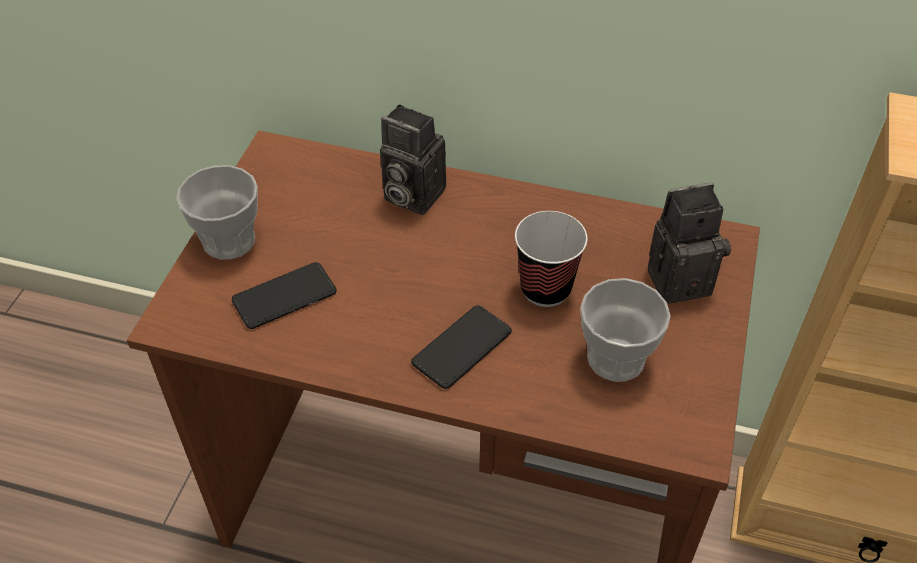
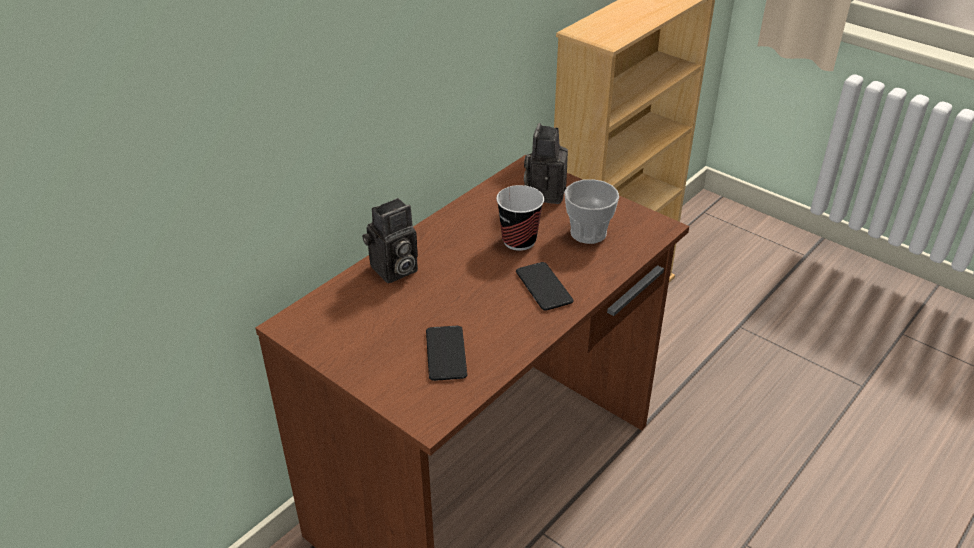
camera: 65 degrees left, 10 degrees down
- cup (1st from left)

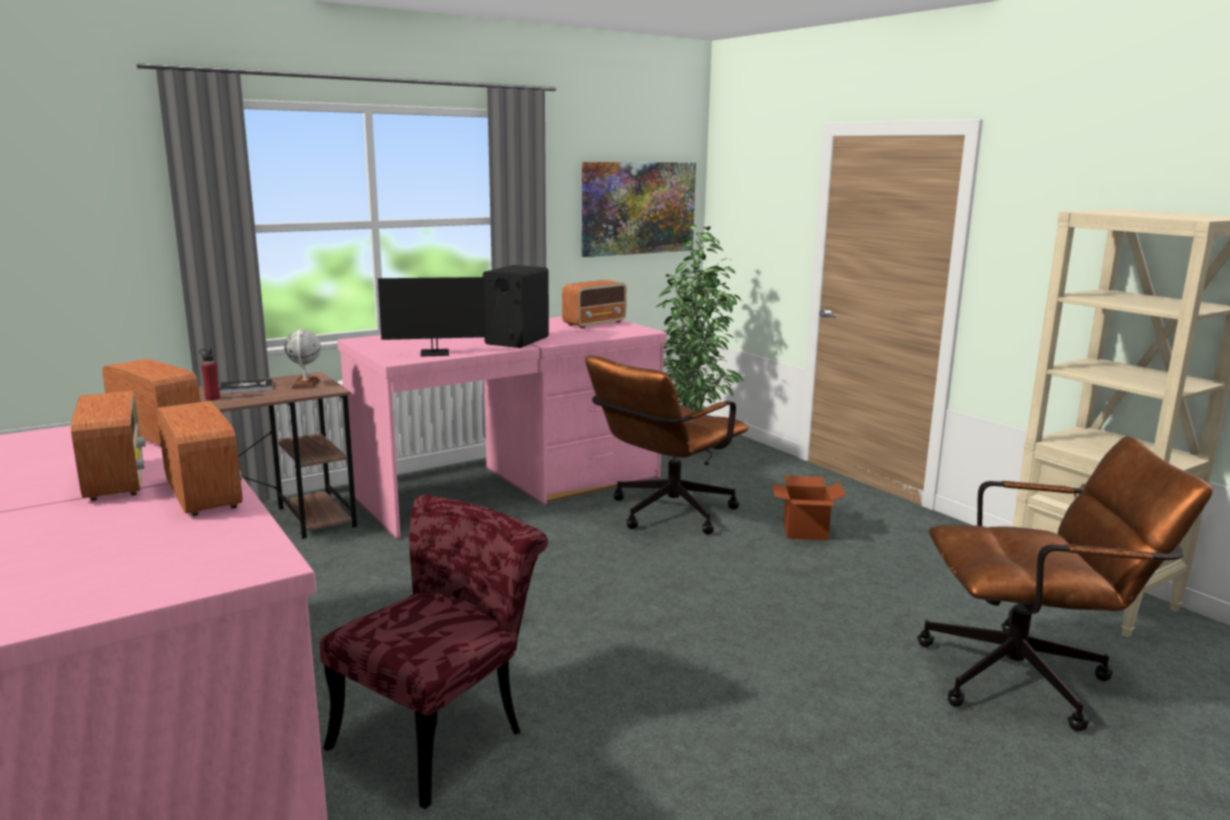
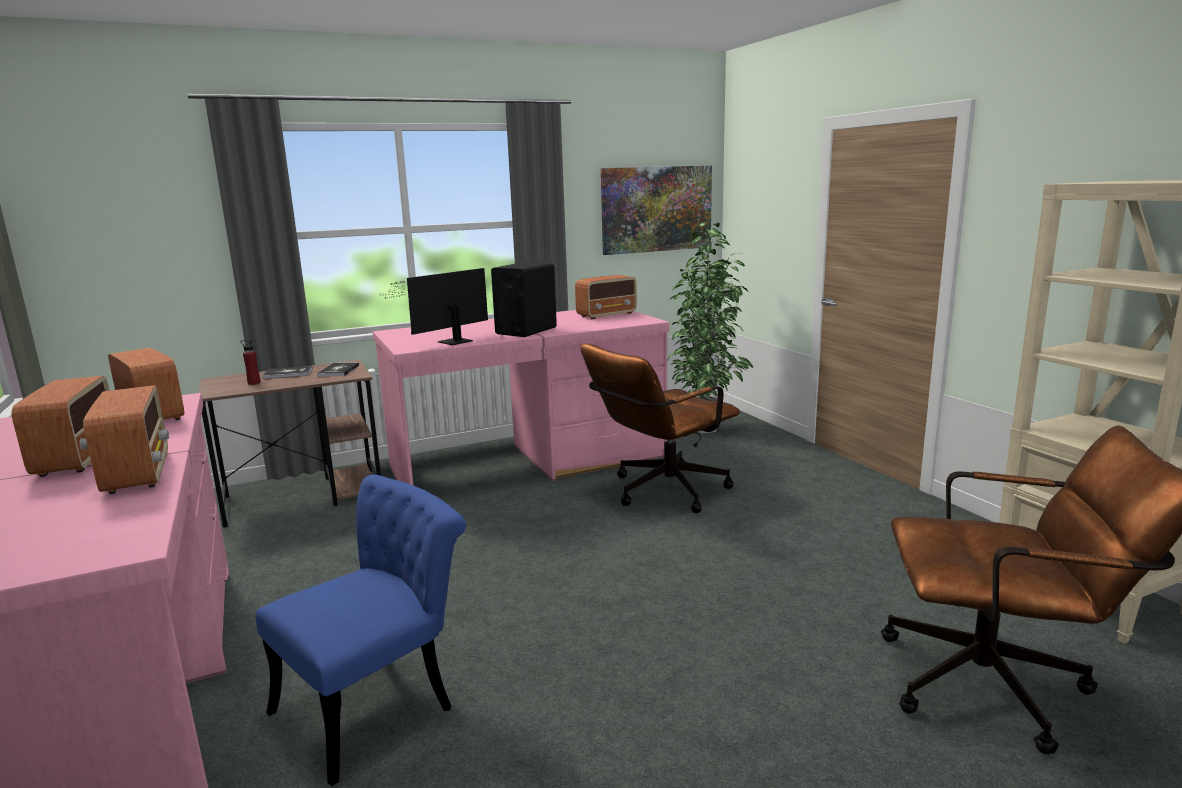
camera: 10 degrees right, 0 degrees up
~ chair (red) to chair (blue)
~ globe to book (2nd from left)
~ monitor 135 degrees clockwise
- cardboard box

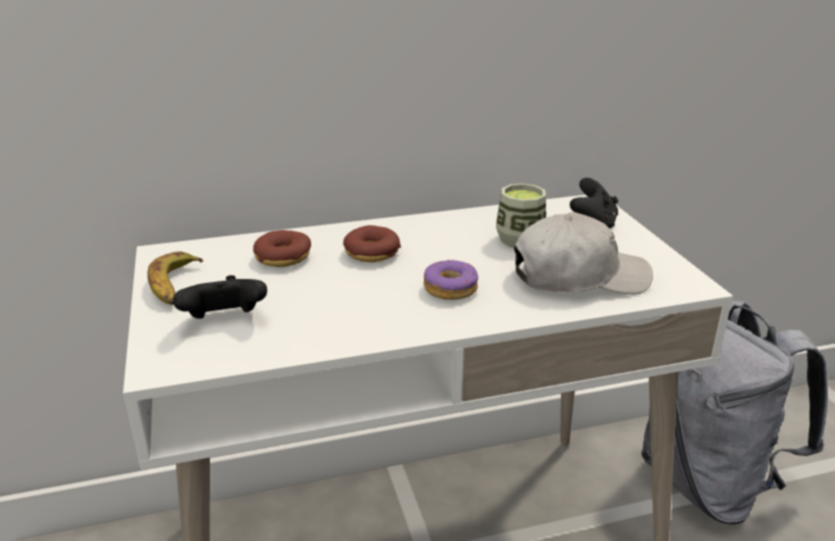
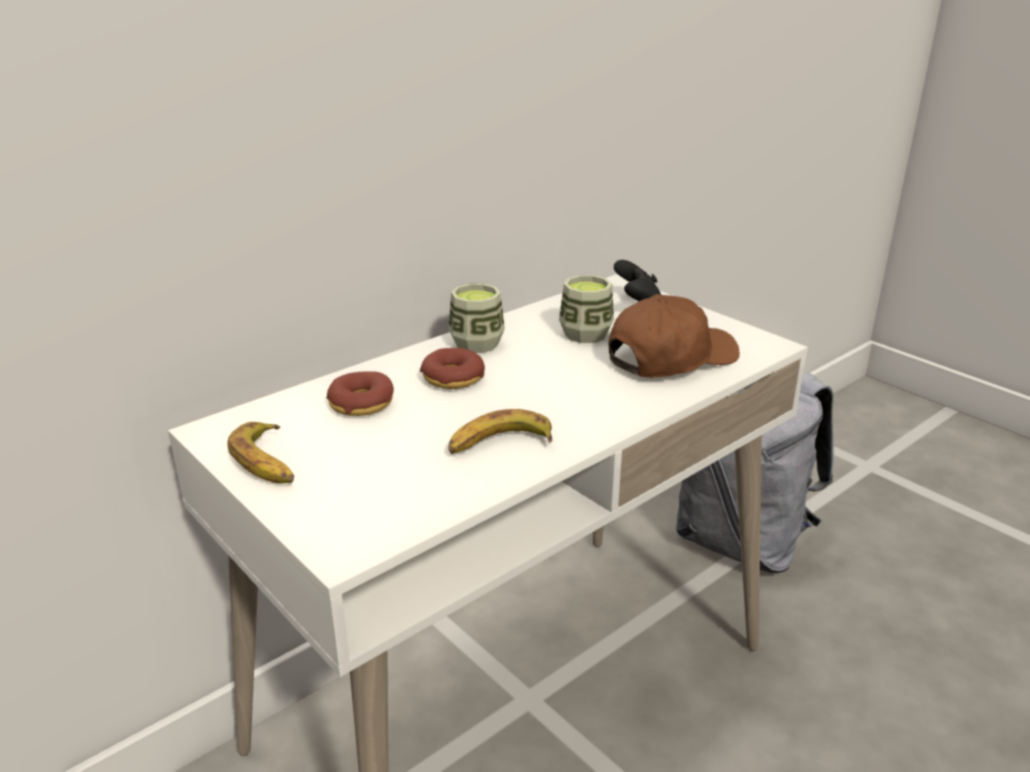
camera: 25 degrees left, 0 degrees up
+ banana (2nd from left)
+ cup (1st from left)
~ cap (white) to cap (brown)
- game controller (black) (1st from left)
- donut (3rd from left)

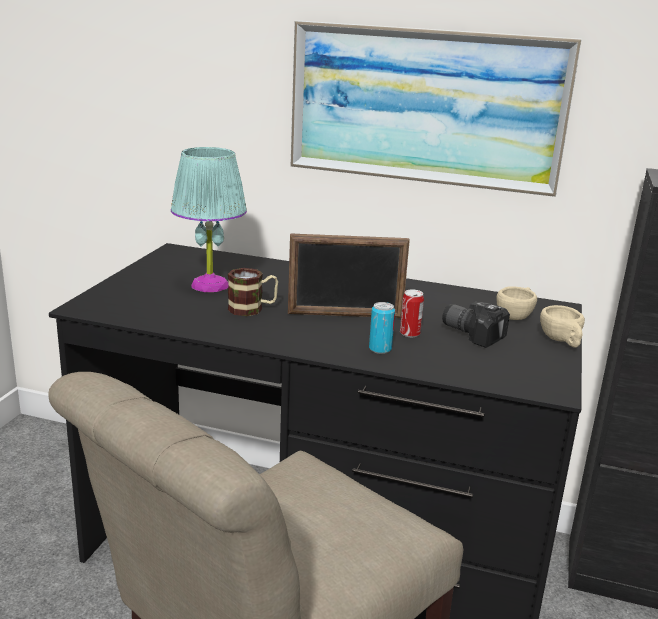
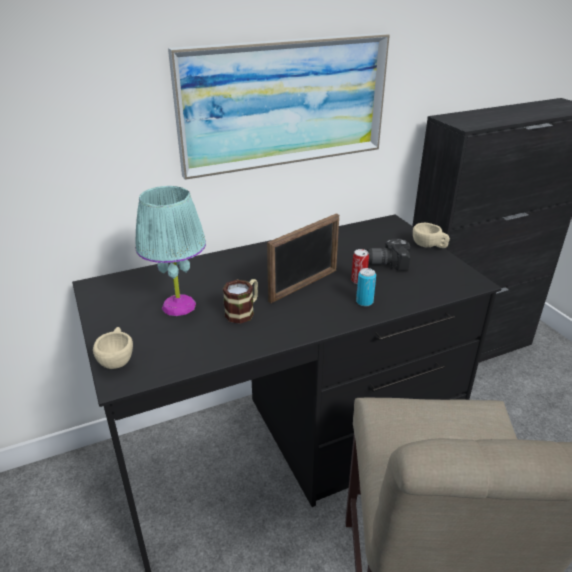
camera: 40 degrees left, 10 degrees up
~ cup (beige) (1st from left)

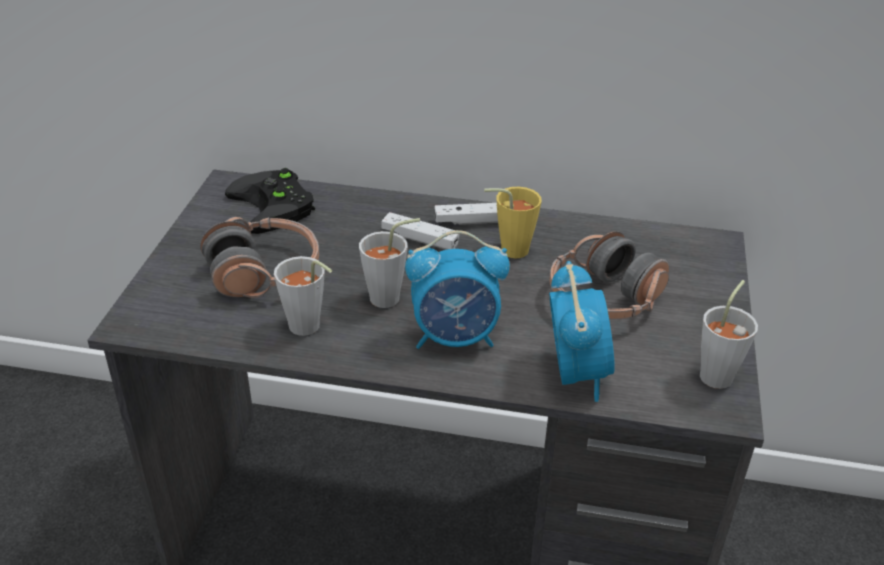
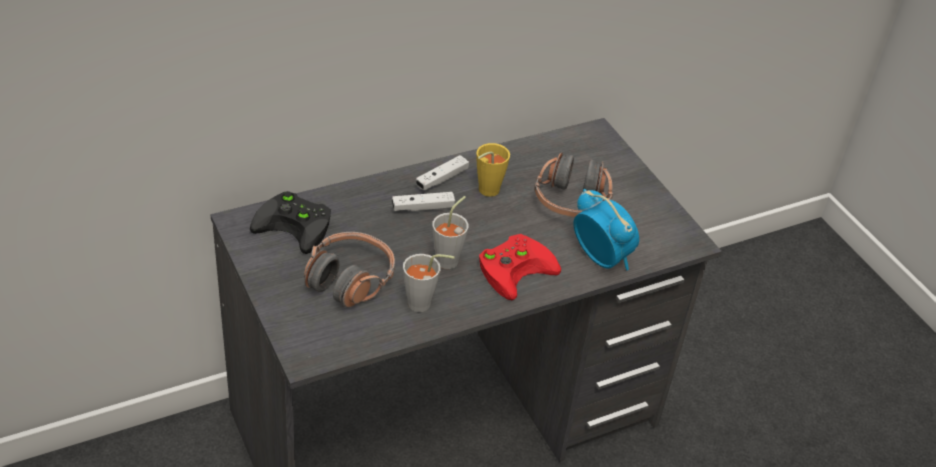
camera: 40 degrees left, 5 degrees up
~ alarm clock (1st from left) to game controller (red)
- cup (grey) (3rd from left)

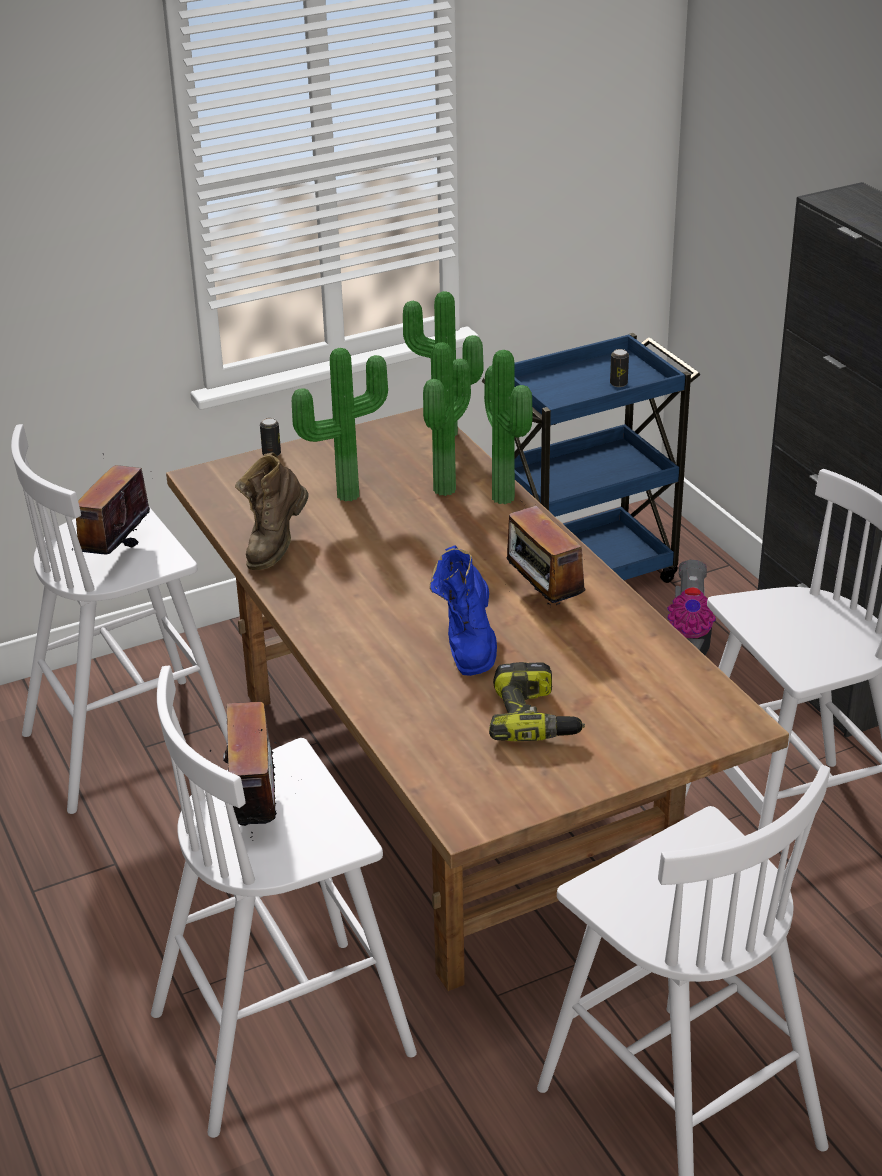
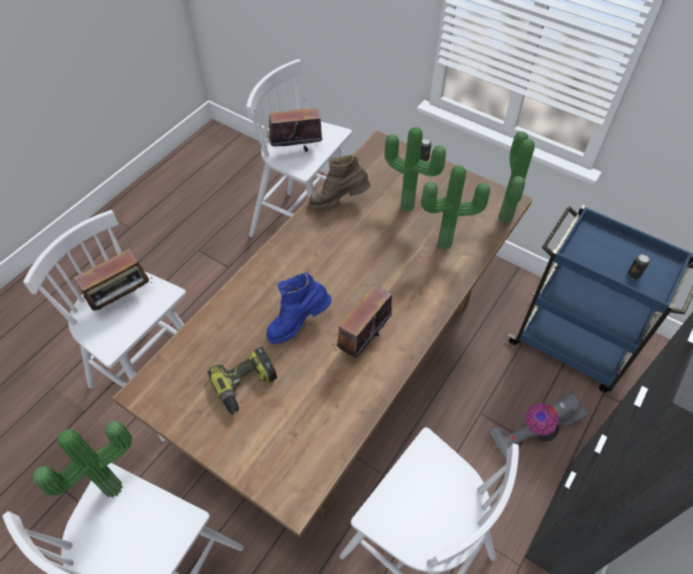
camera: 60 degrees right, 20 degrees up
~ potted plant (4th from left in the first image) to potted plant (1st from left)

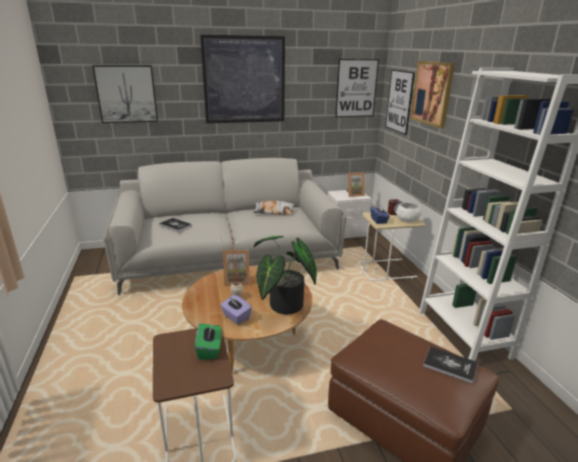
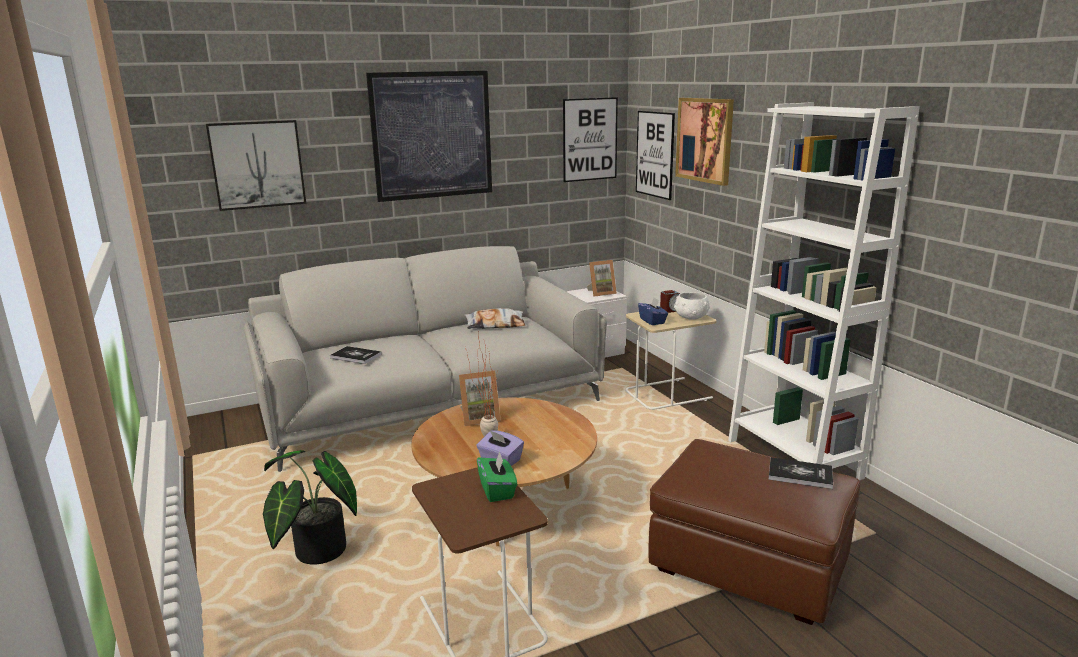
camera: 10 degrees left, 5 degrees down
~ potted plant (2nd from left in the first image) to potted plant (1st from left)

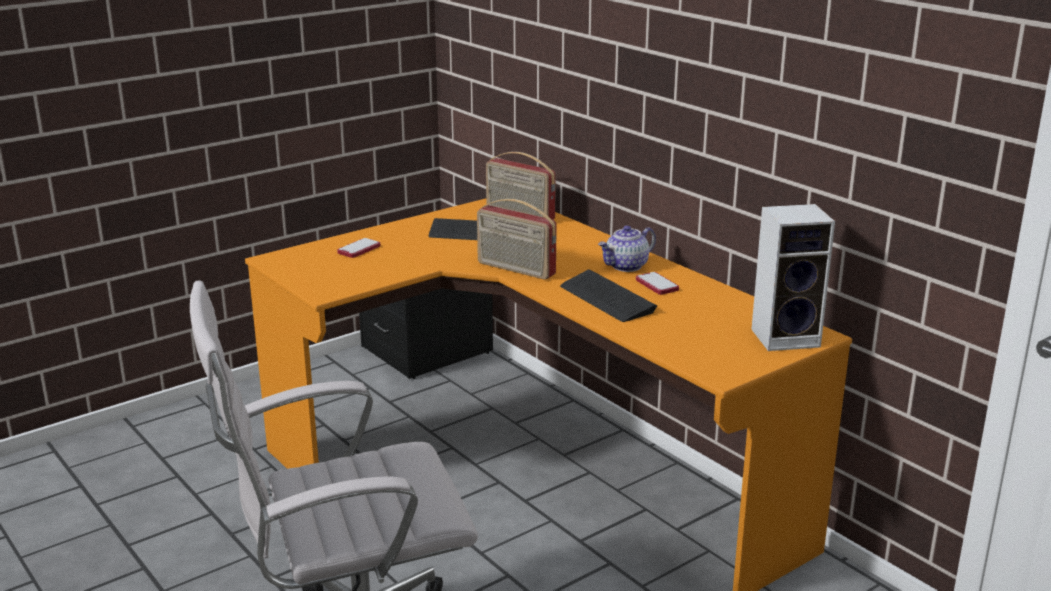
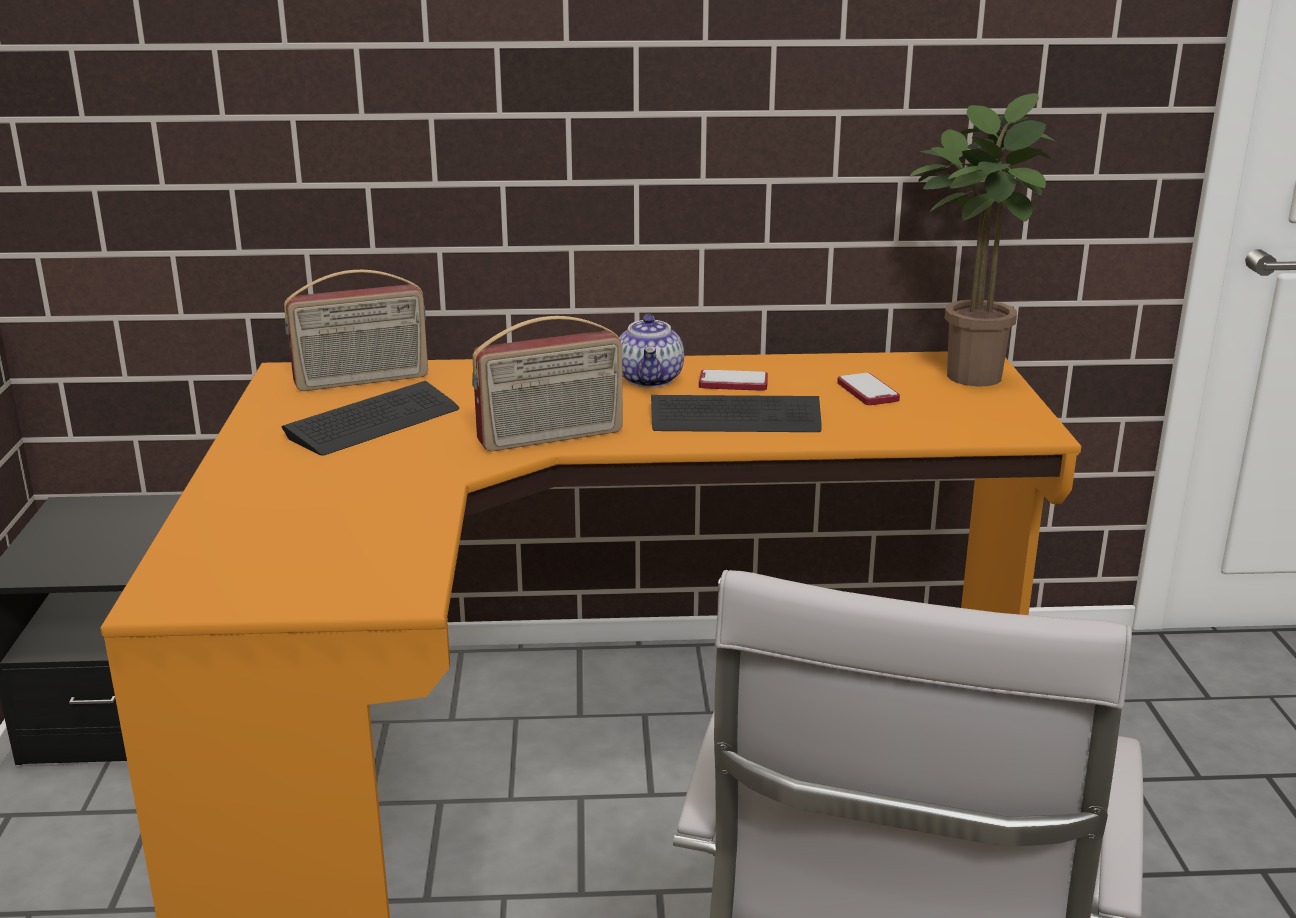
camera: 55 degrees left, 0 degrees up
~ phone (1st from left in the first image) to phone (2nd from left)
~ speaker to potted plant

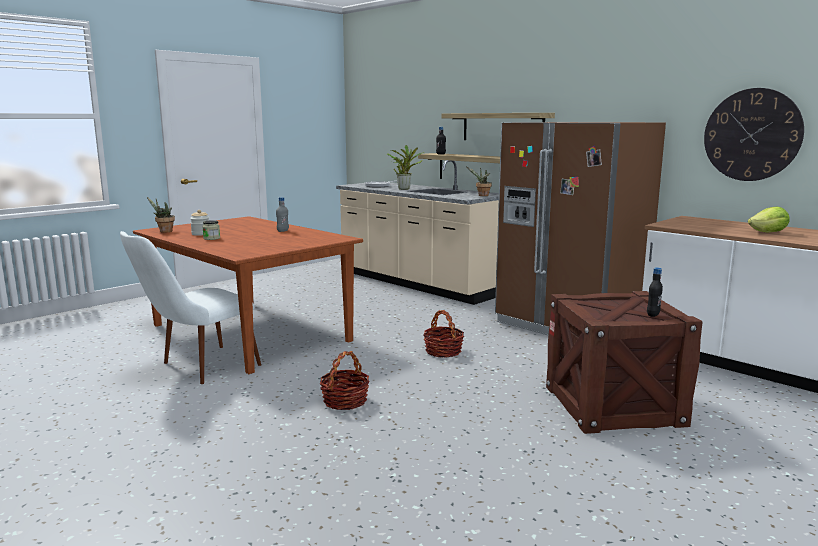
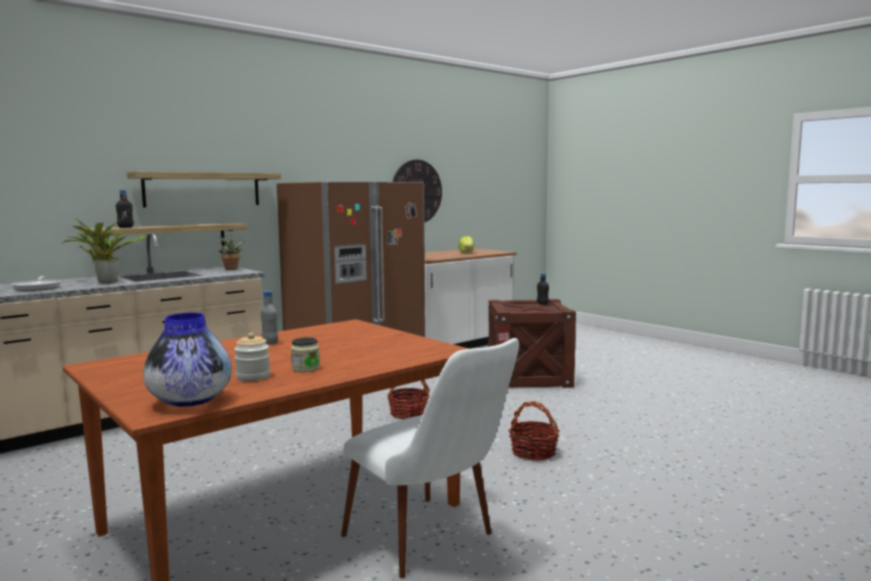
camera: 85 degrees left, 5 degrees down
~ potted plant (1st from left) to vase

